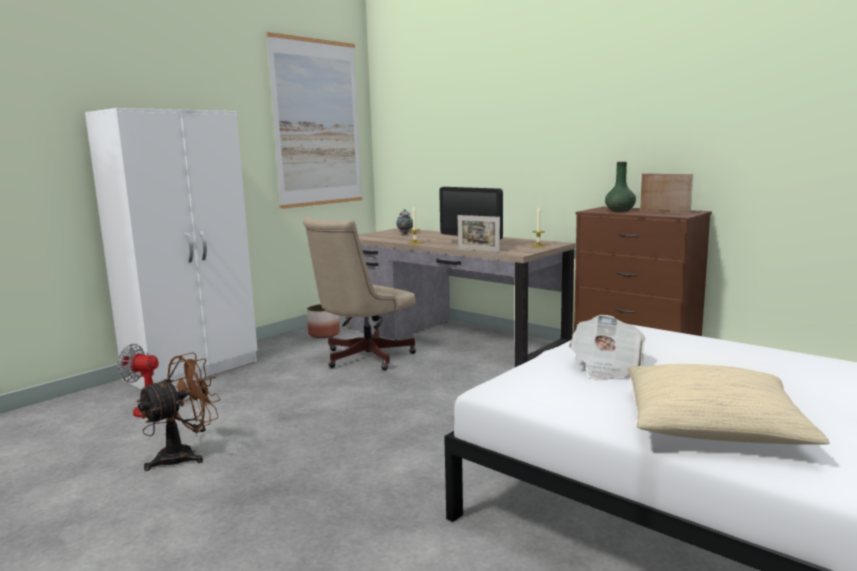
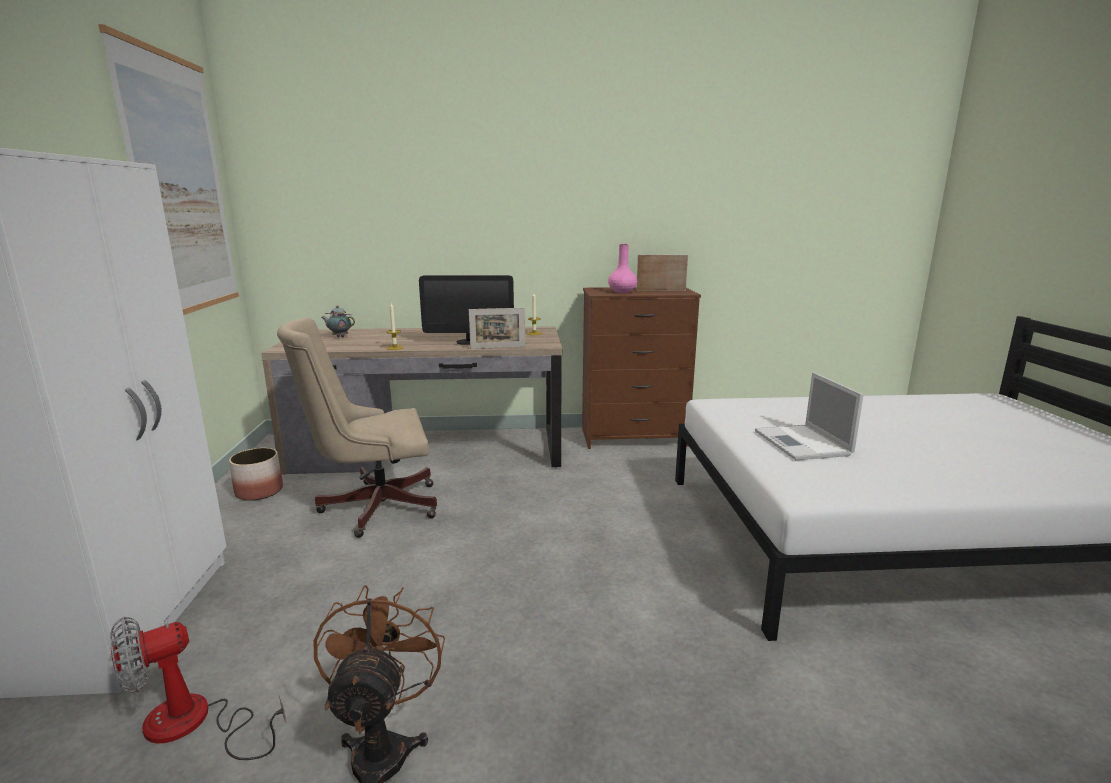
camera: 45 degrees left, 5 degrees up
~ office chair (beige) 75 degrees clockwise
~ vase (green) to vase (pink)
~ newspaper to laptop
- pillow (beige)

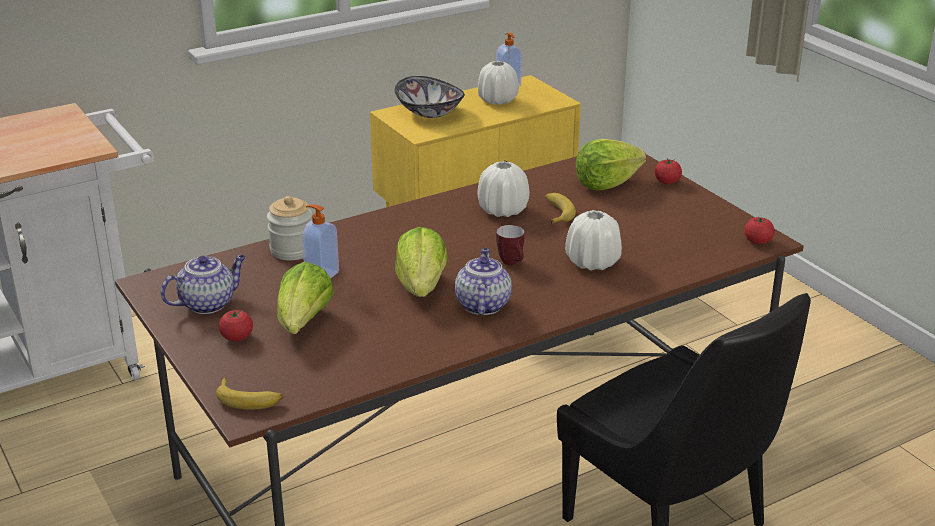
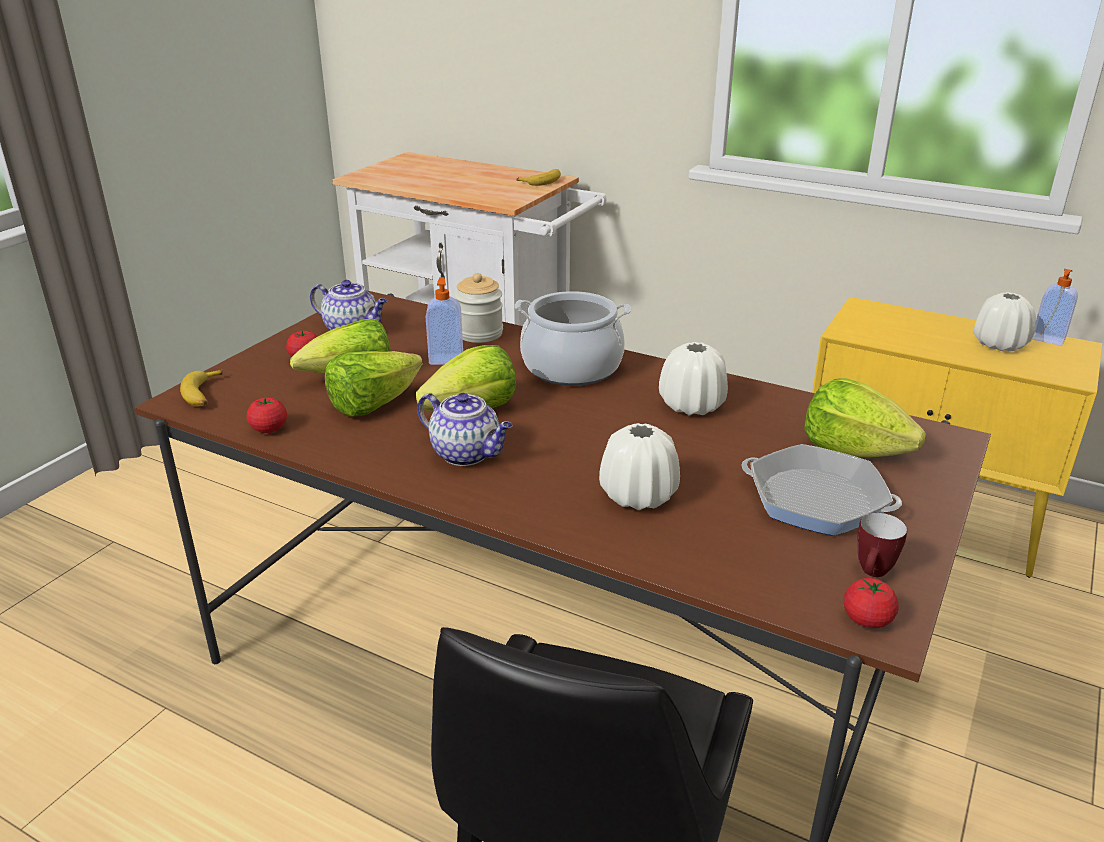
camera: 60 degrees right, 0 degrees up
~ tomato (2nd from left in the first image) to tomato (1st from left)
+ lettuce (2nd from left)
~ teapot (2nd from left) 60 degrees clockwise
+ cooking pot
~ banana (2nd from left)
+ frying pan
~ mug
- bowl

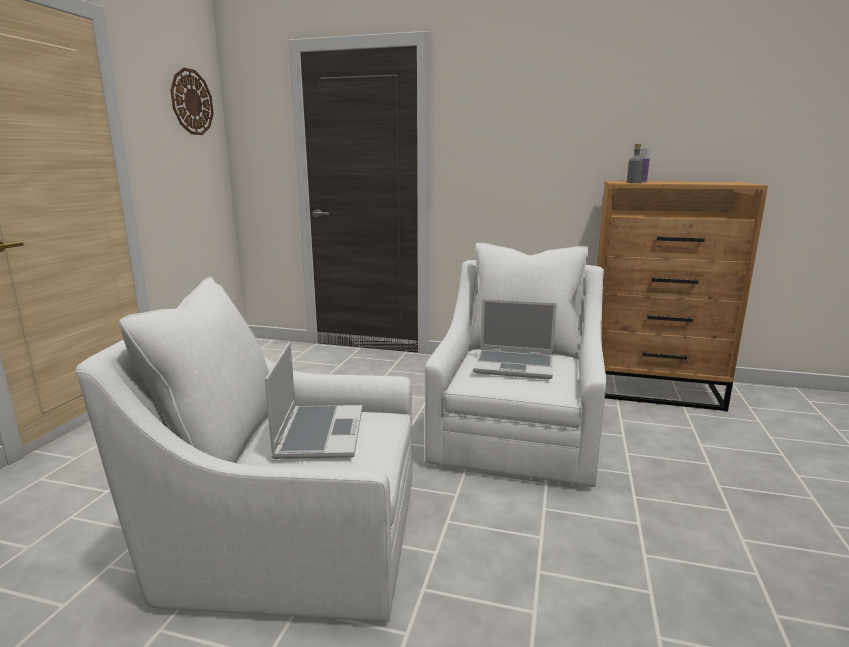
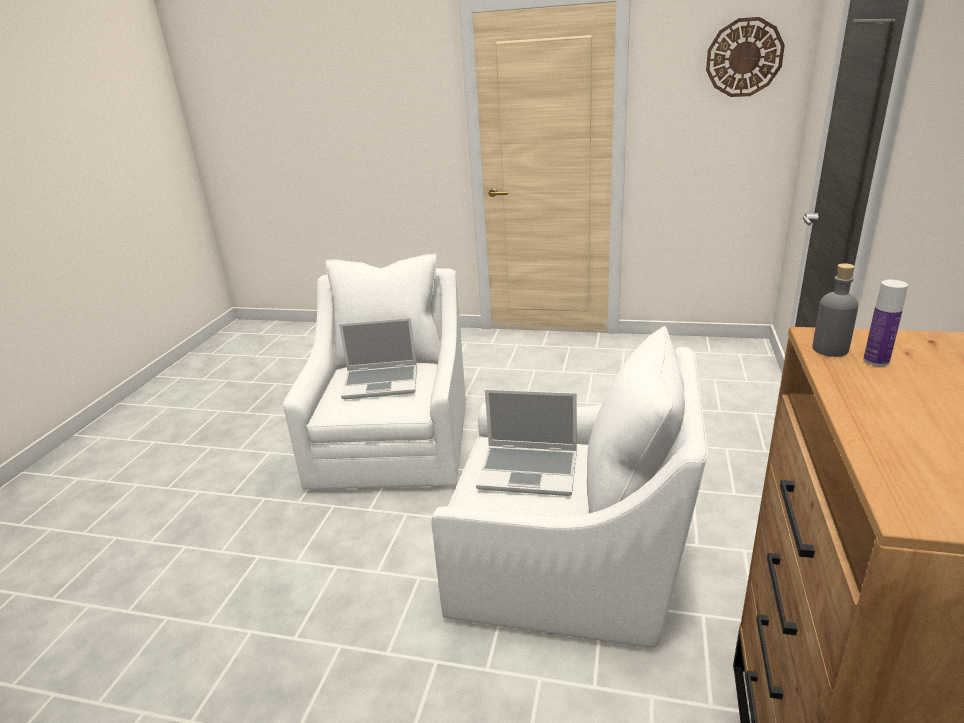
camera: 90 degrees right, 10 degrees up
~ laptop (2nd from left) 90 degrees counterclockwise

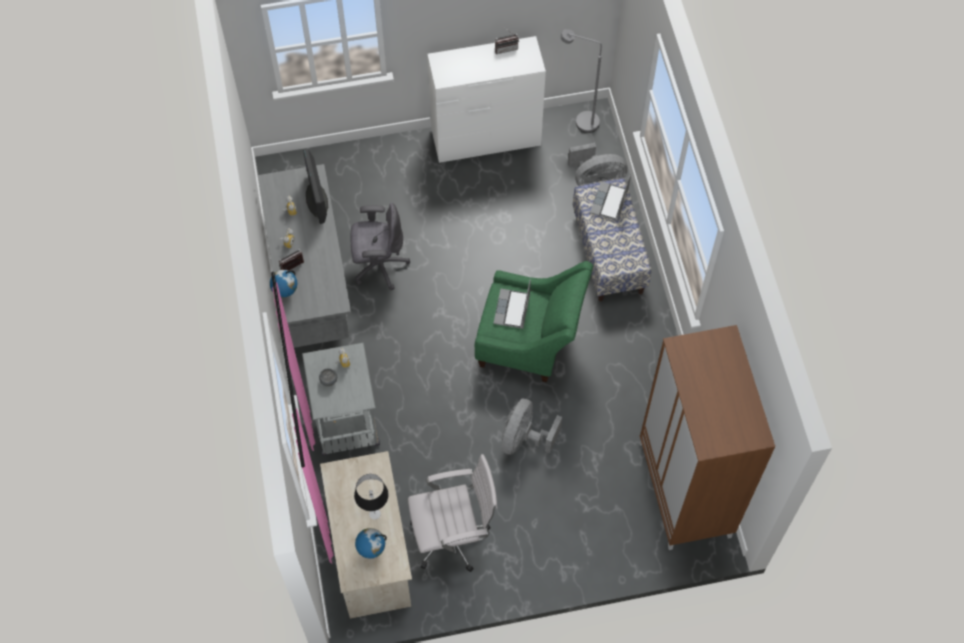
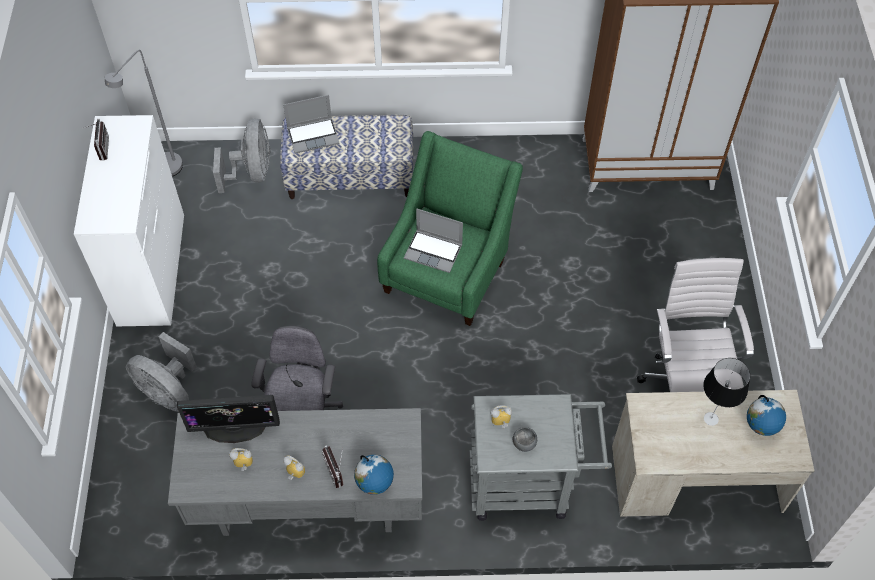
camera: 80 degrees left, 5 degrees down
~ fan (grey) (1st from left)
~ laptop (2nd from left in the first image) 45 degrees counterclockwise

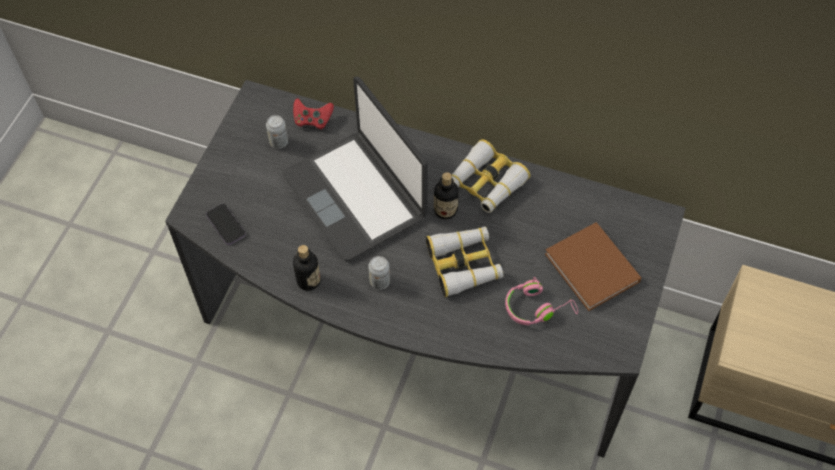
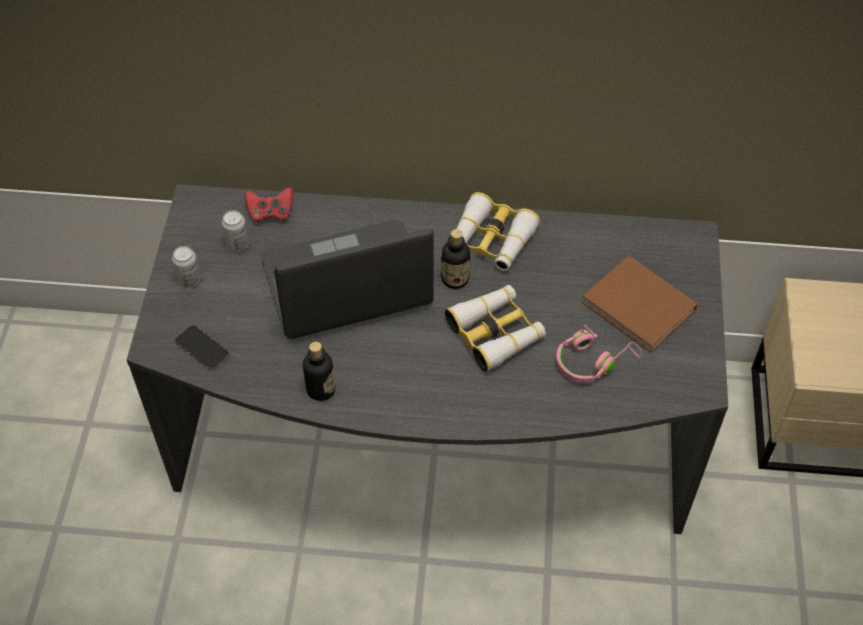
camera: 15 degrees left, 5 degrees down
~ can (2nd from left in the first image) to can (1st from left)
~ laptop 120 degrees clockwise

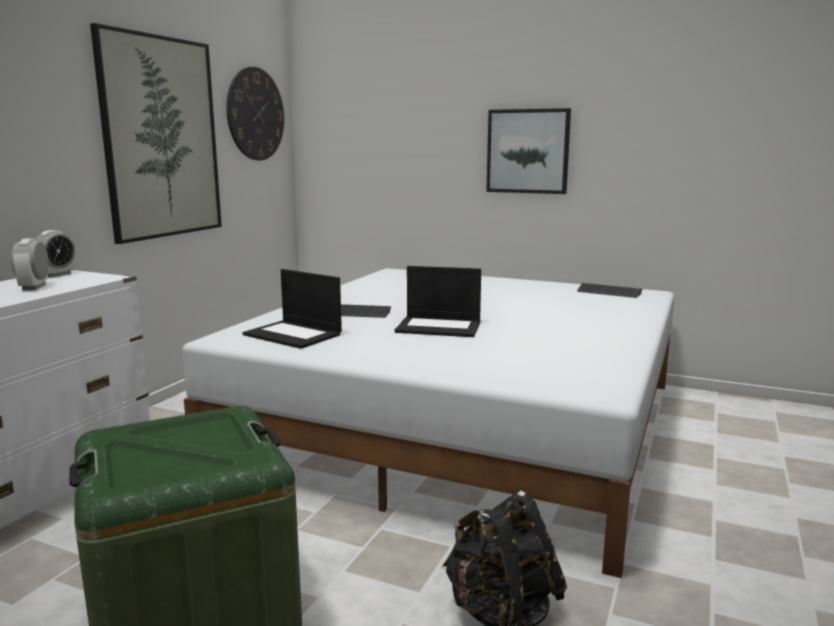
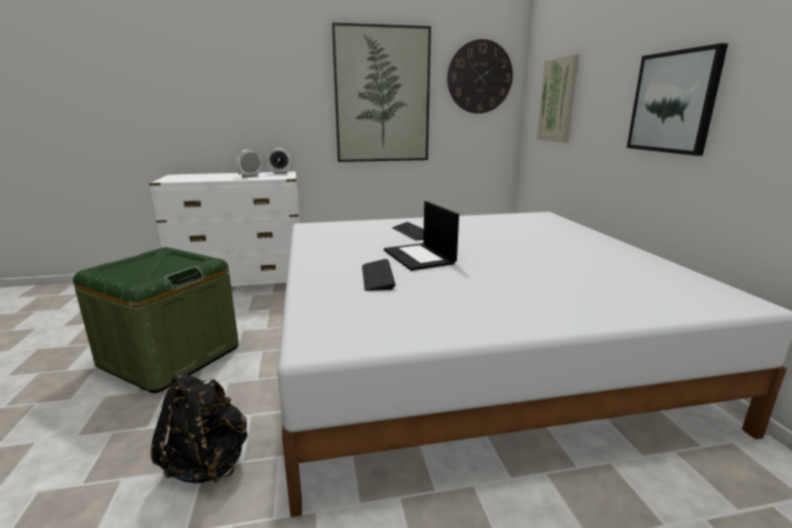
camera: 55 degrees right, 5 degrees up
~ keyboard (2nd from left in the first image) to keyboard (1st from left)
+ picture (2nd from left)
- laptop (1st from left)

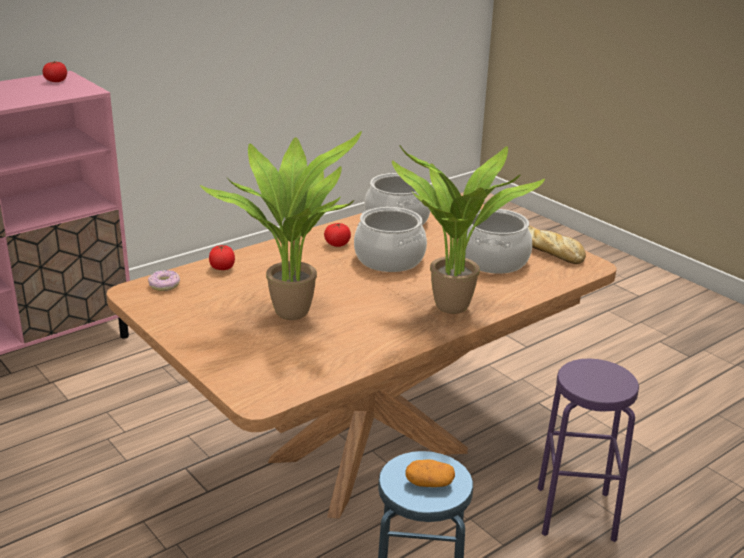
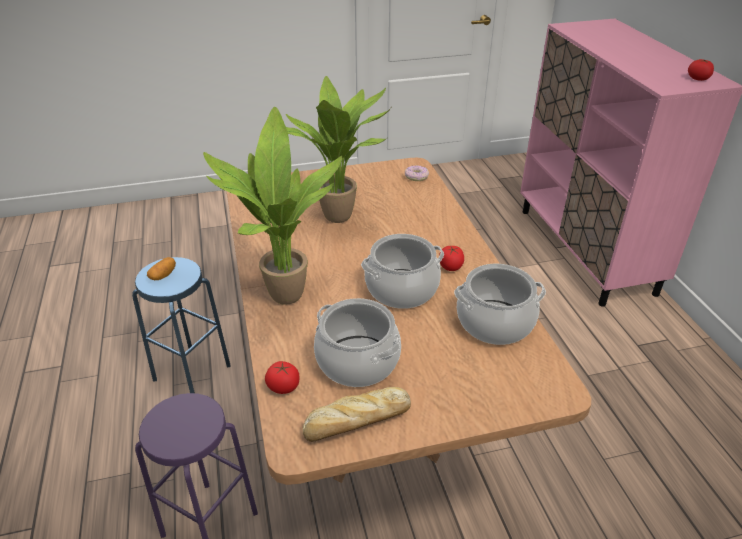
camera: 115 degrees right, 10 degrees up
~ tomato (2nd from left in the first image) to tomato (1st from left)

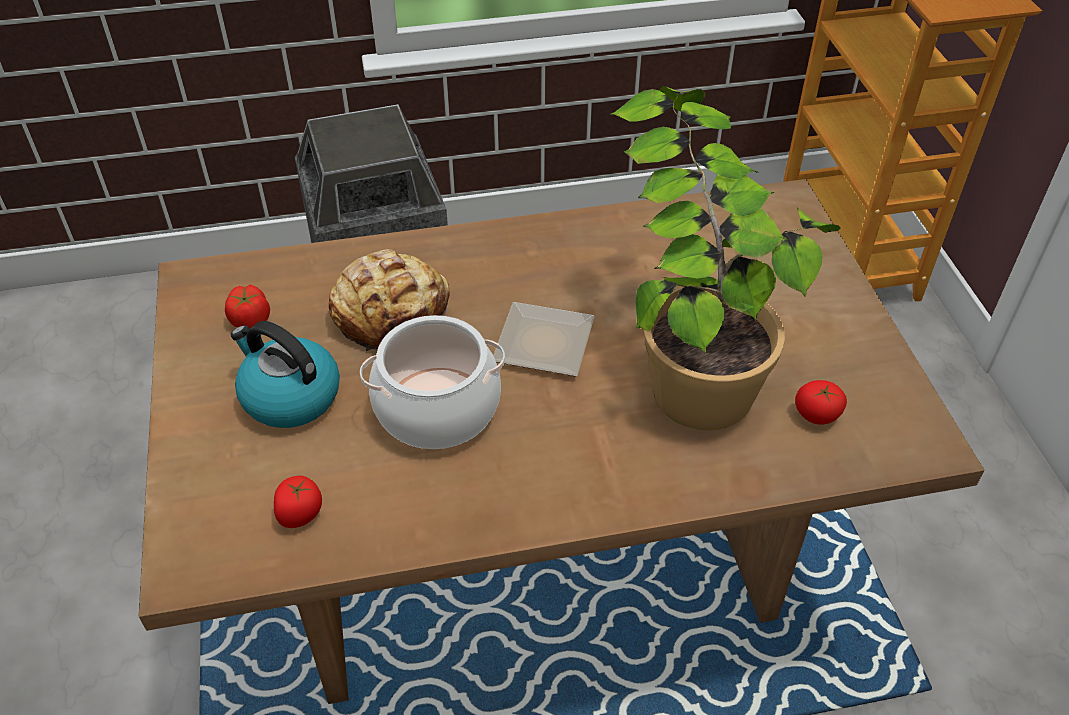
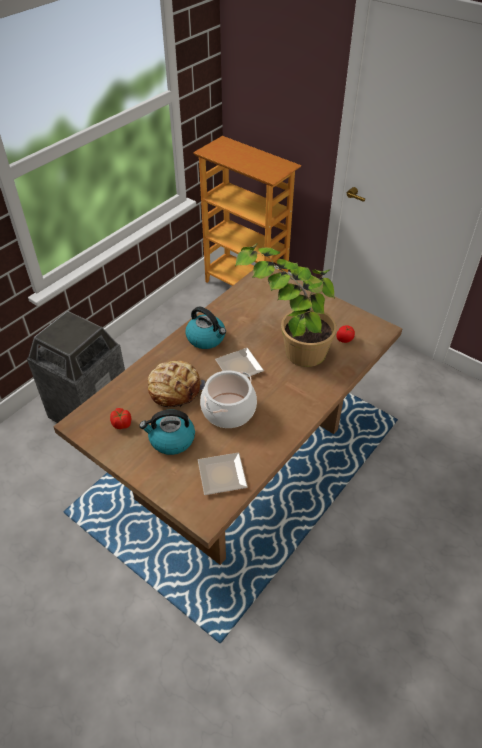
camera: 40 degrees left, 0 degrees up
+ kettle (2nd from left)
~ tomato (2nd from left) to plate (1st from left)

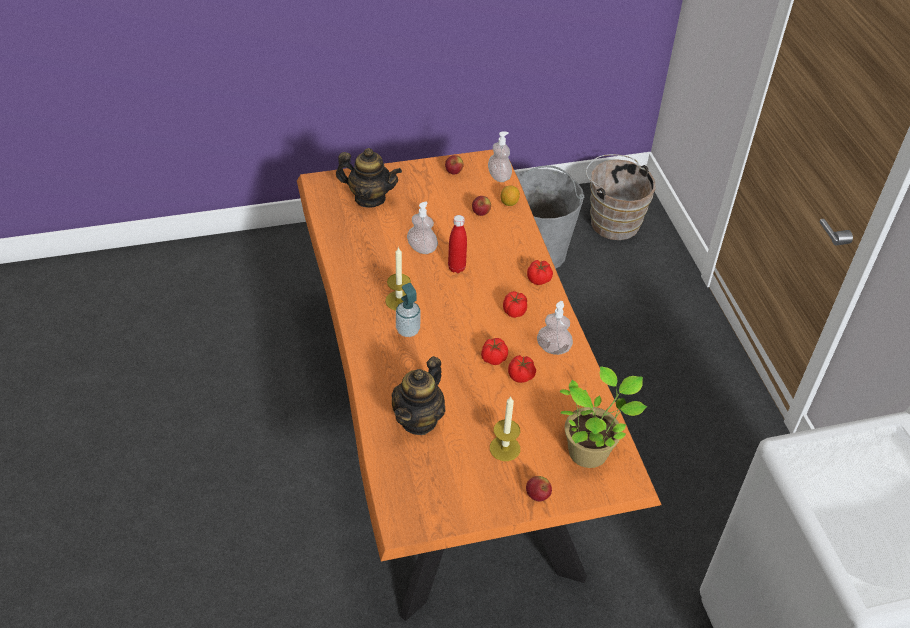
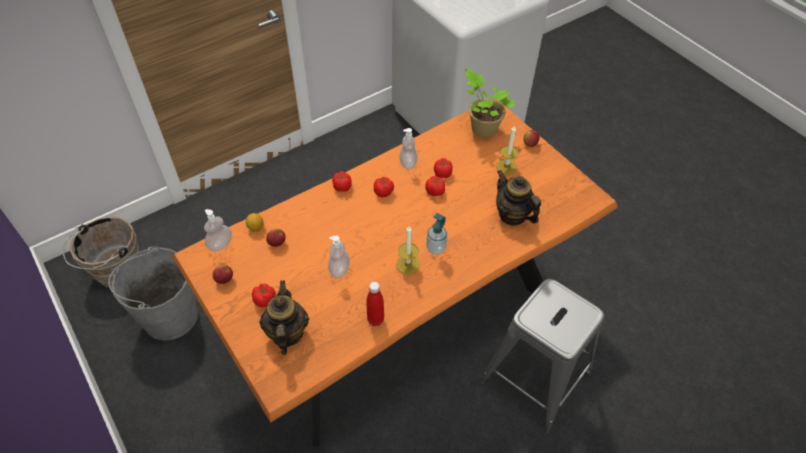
camera: 110 degrees left, 5 degrees up
+ tomato (1st from left)
~ bottle (red)
+ stool (grey)
~ teapot (2nd from left) 135 degrees counterclockwise

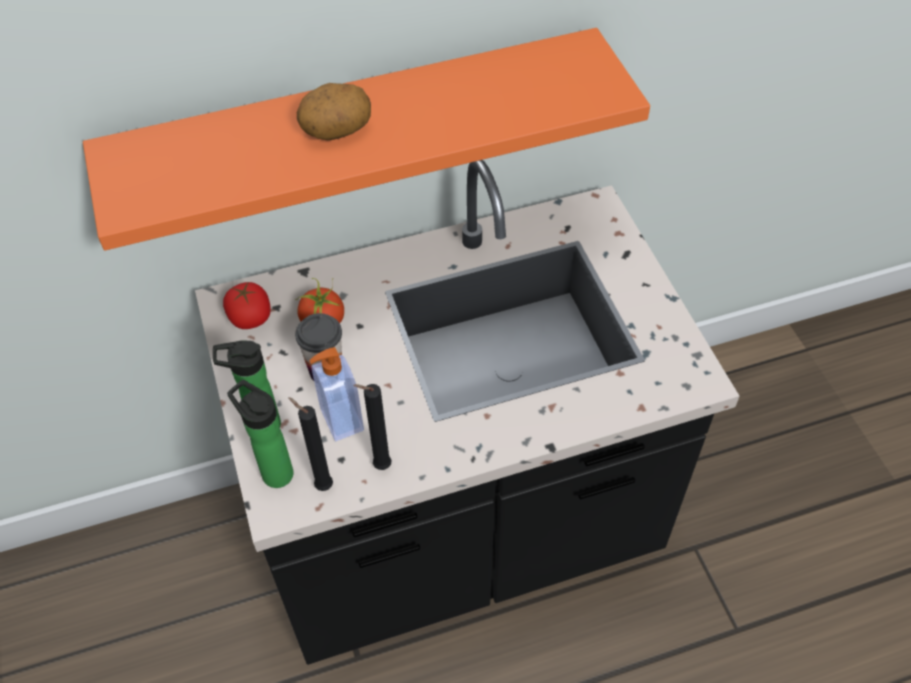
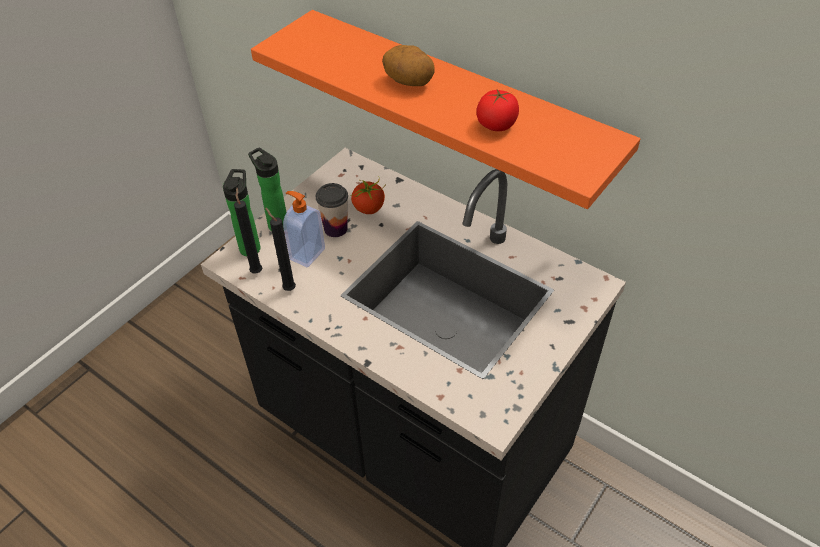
camera: 55 degrees right, 5 degrees down
~ tomato (1st from left in the first image) to tomato (2nd from left)

